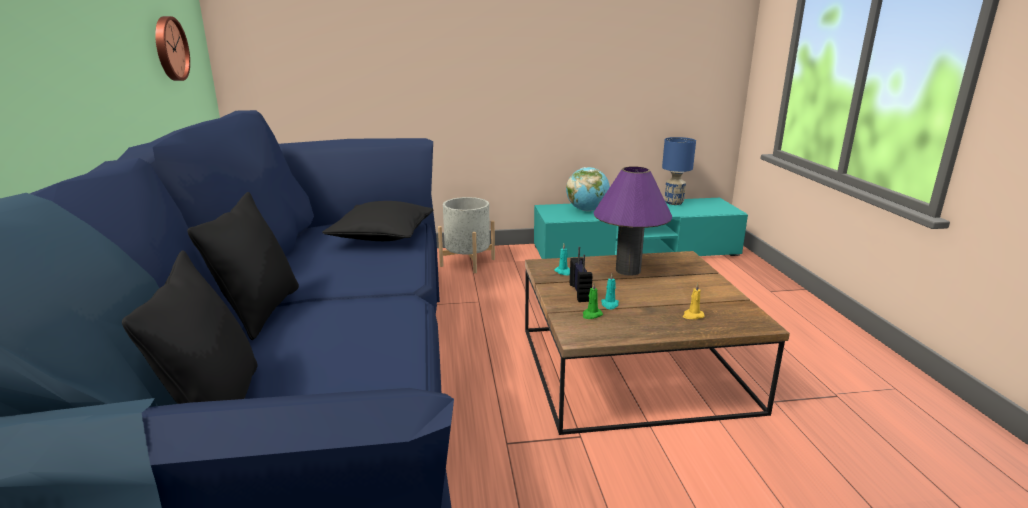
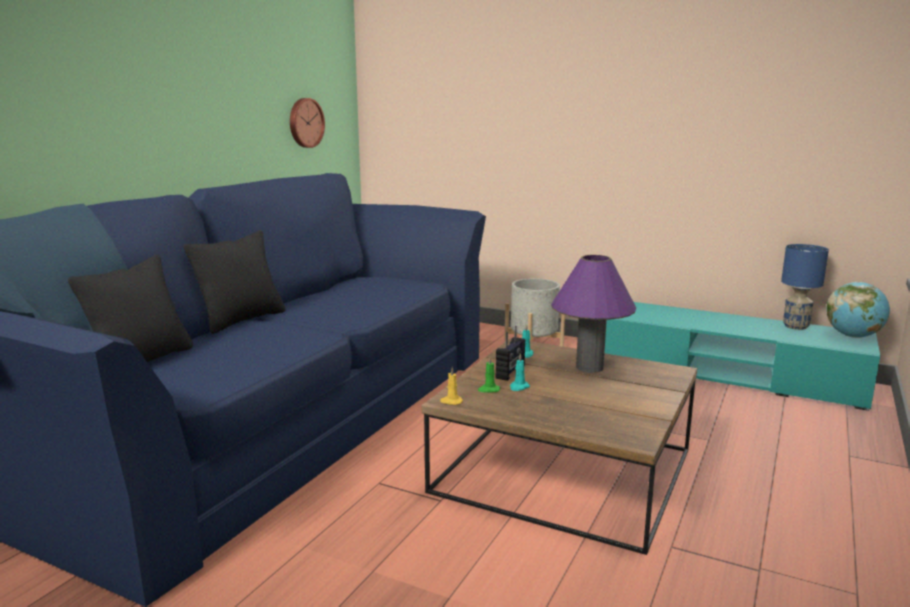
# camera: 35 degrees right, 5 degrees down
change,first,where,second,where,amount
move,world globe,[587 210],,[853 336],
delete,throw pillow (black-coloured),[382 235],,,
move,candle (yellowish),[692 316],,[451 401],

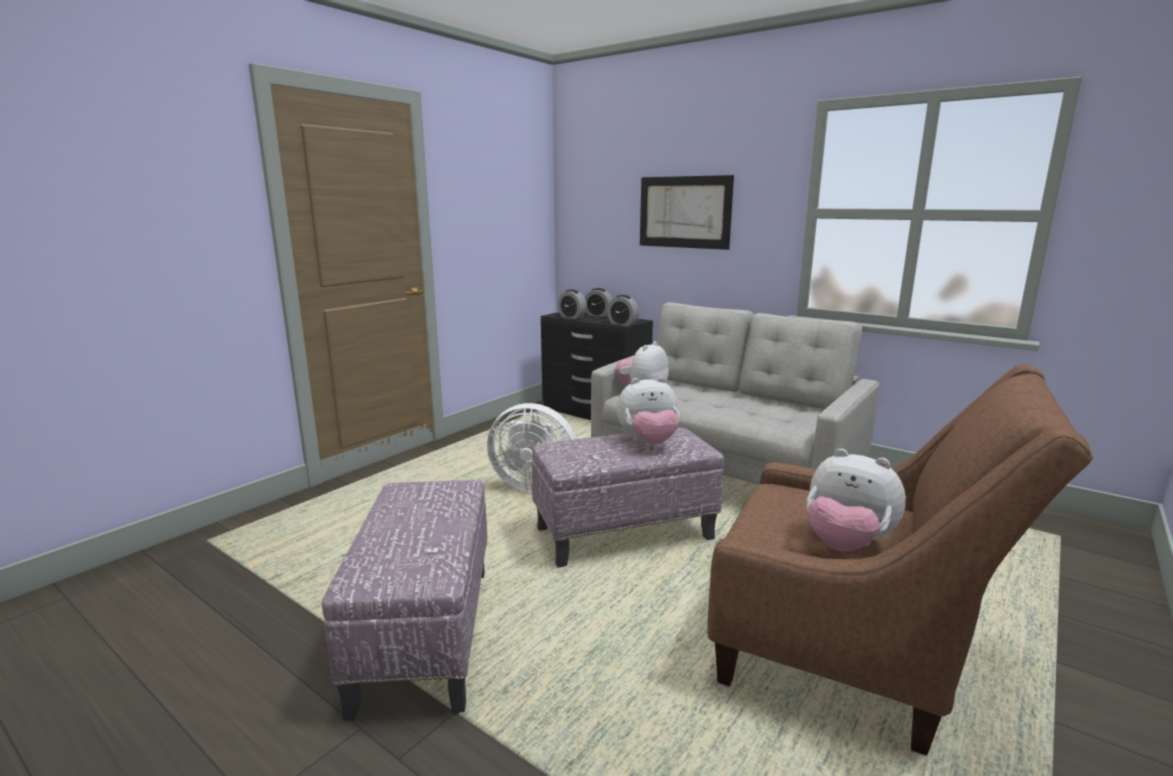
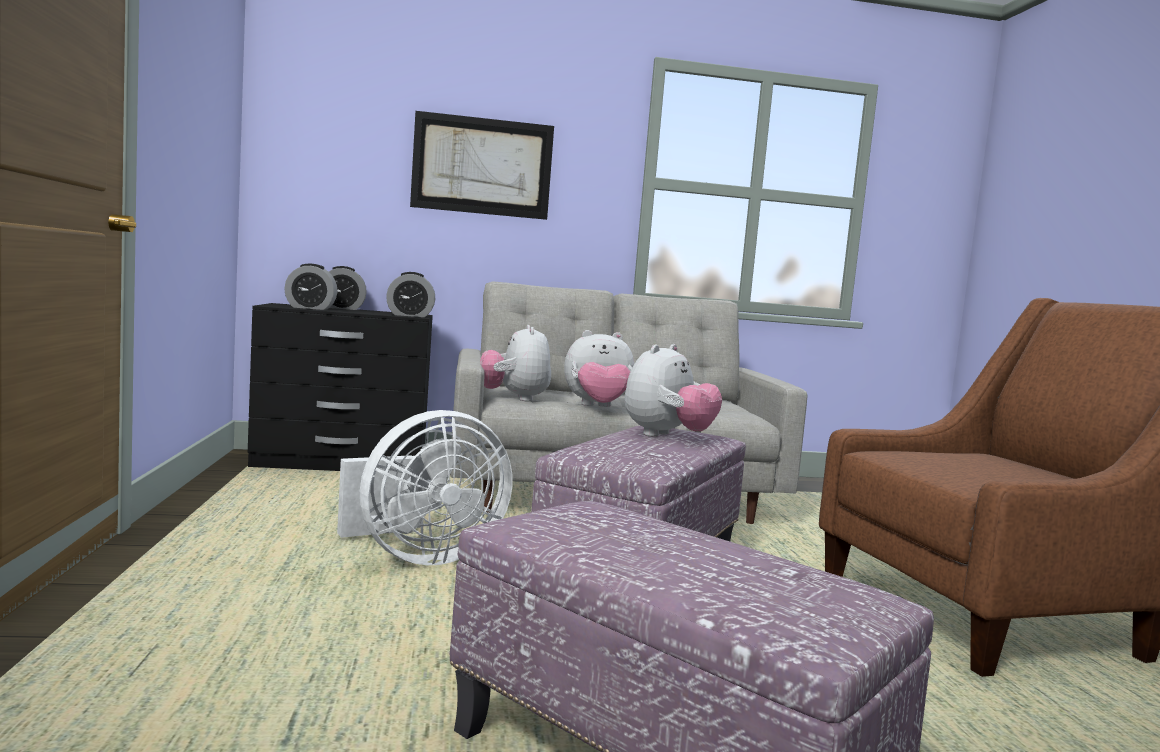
# camera: 45 degrees left, 10 degrees down
change,first,where,second,where,amount
move,plush toy,[846 545],,[597 407],

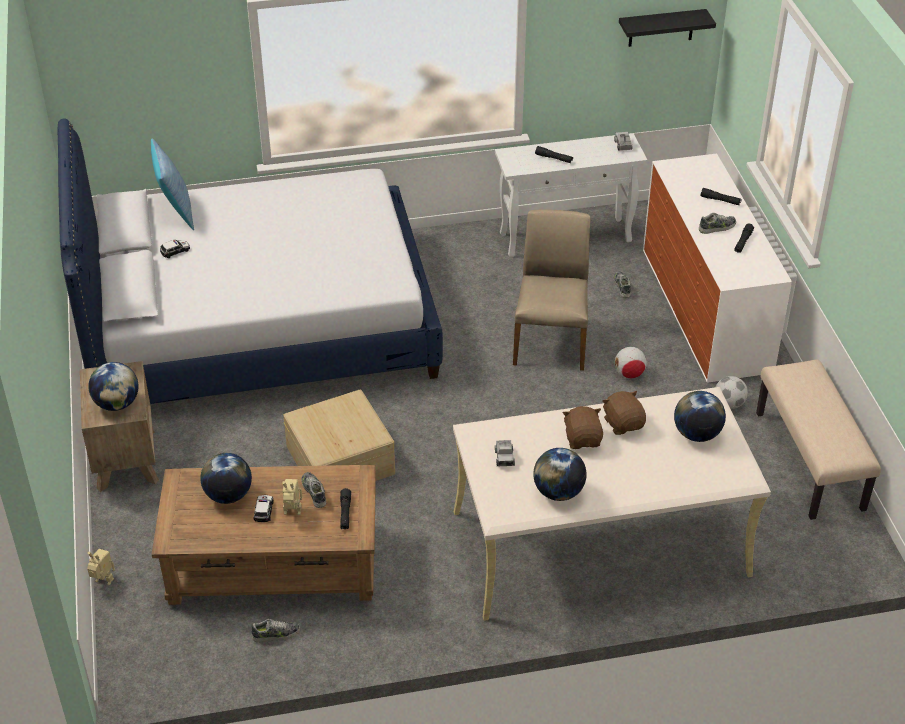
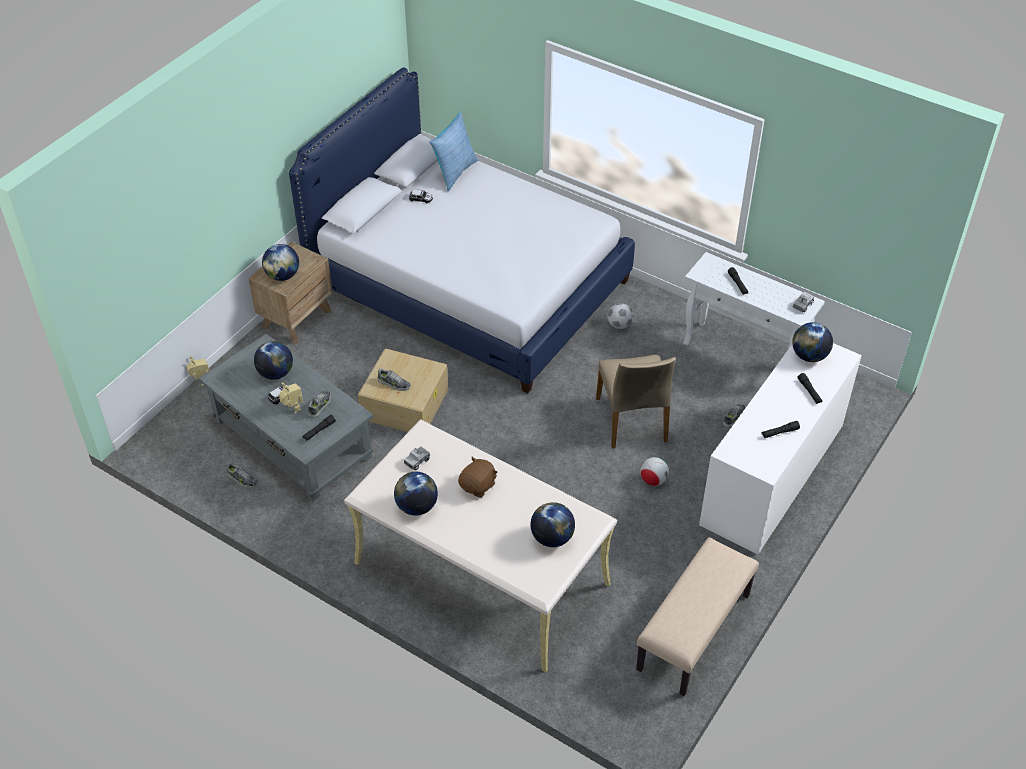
# camera: 45 degrees right, 5 degrees up
change,first,where,second,where,amount
delete,bracket shelf (black-coloured),[661 28],,,
rotate,chair (beige),[550 340],,[632 420],120 degrees clockwise
move,low shoe,[717 227],,[394 384],
move,ball for football,[729 404],,[619 325],
delete,plush toy (brown),[623 423],,,
recolor,lounge table (brown),[272 563],lounge table (gray),[291 437],
insert,,,world globe,[809 356],

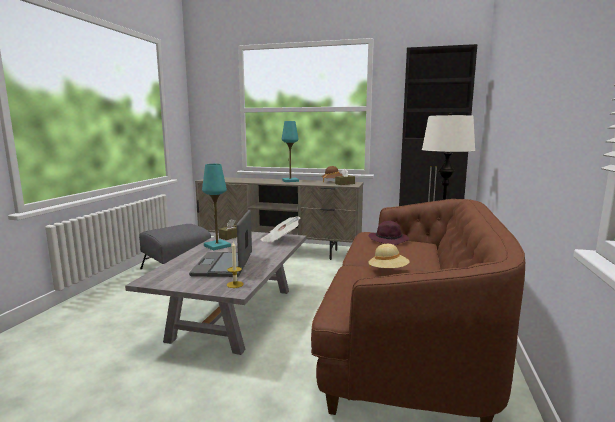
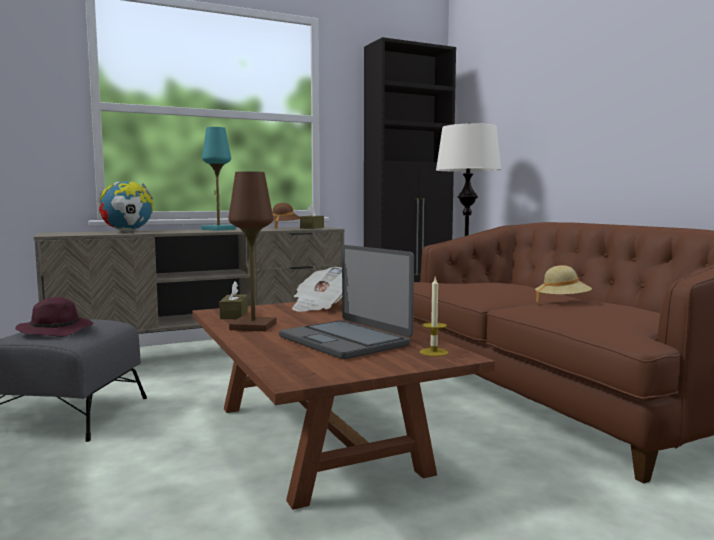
# camera: 40 degrees left, 5 degrees down
change,first,where,second,where,amount
recolor,table lamp (turquoise),[217 246],table lamp (brown),[253 326],
move,clothing hat (purple),[389 240],,[57 330],
recolor,lounge table (gray),[235 313],lounge table (brown),[317 437],
insert,,,world globe,[127 231],

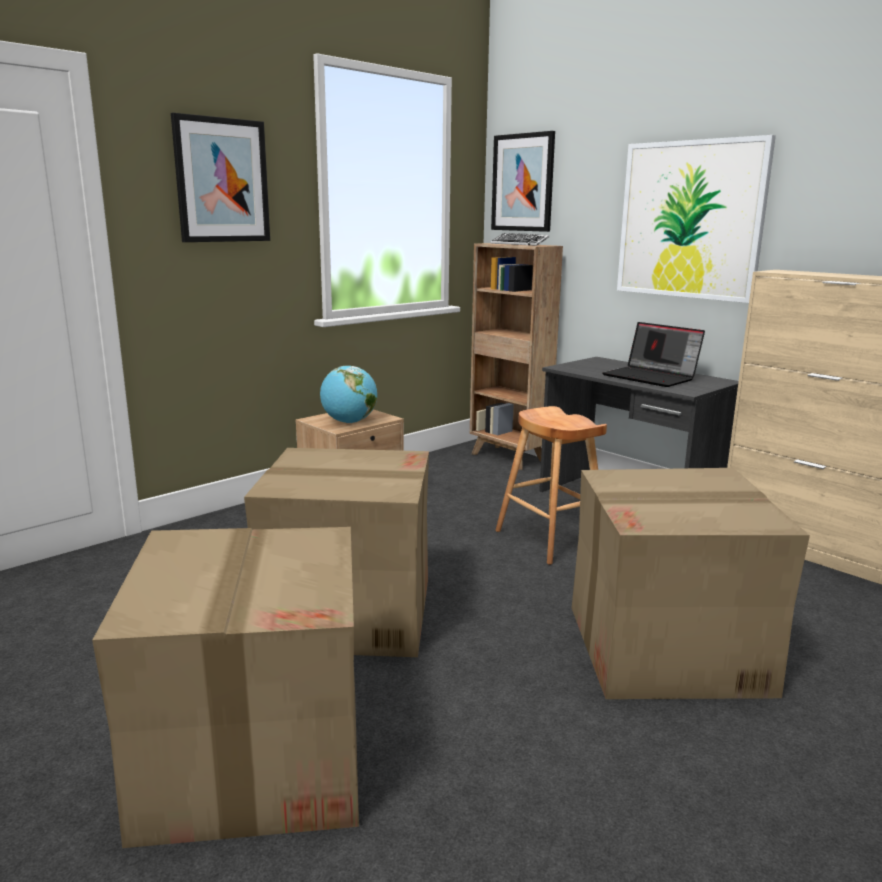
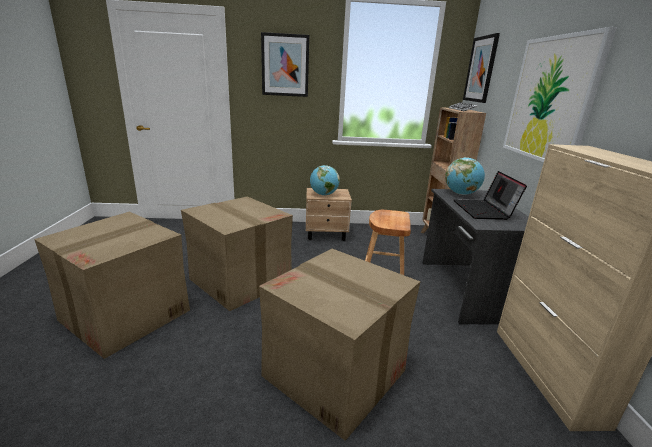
# camera: 40 degrees right, 5 degrees up
change,first,where,second,where,amount
insert,,,world globe,[461 194],

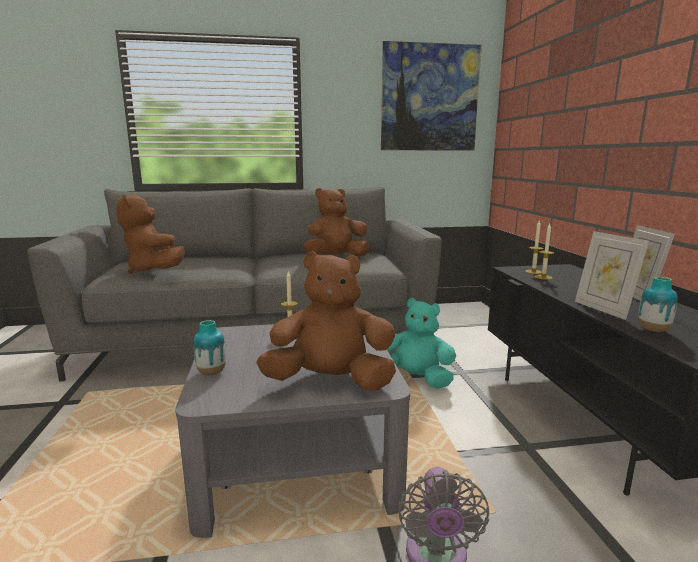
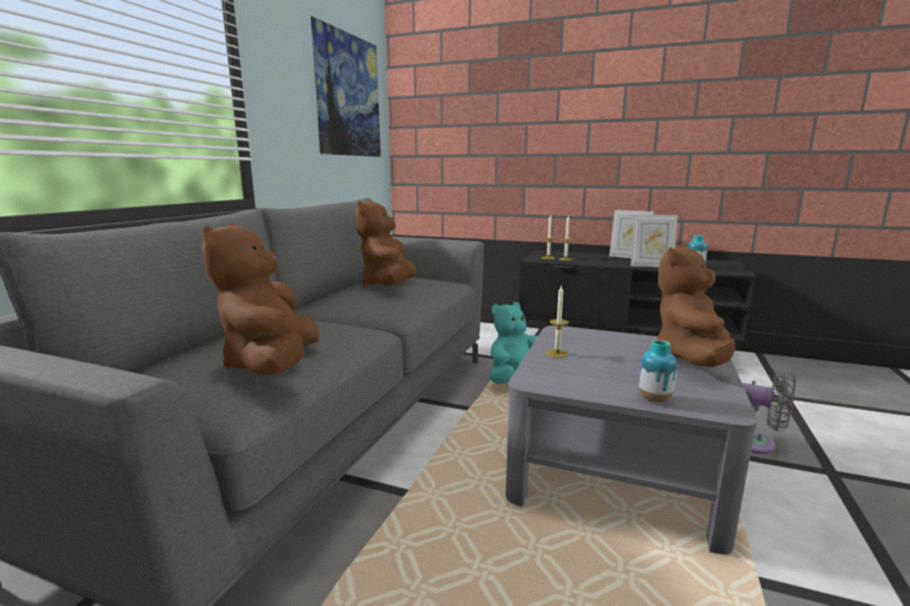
# camera: 60 degrees left, 0 degrees up
change,first,where,second,where,amount
rotate,plush toy (brown),[154 270],,[272 365],90 degrees clockwise

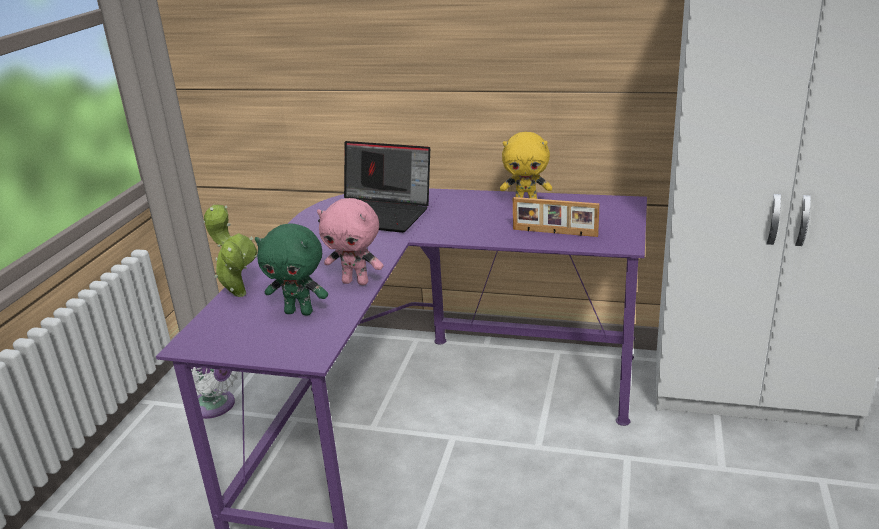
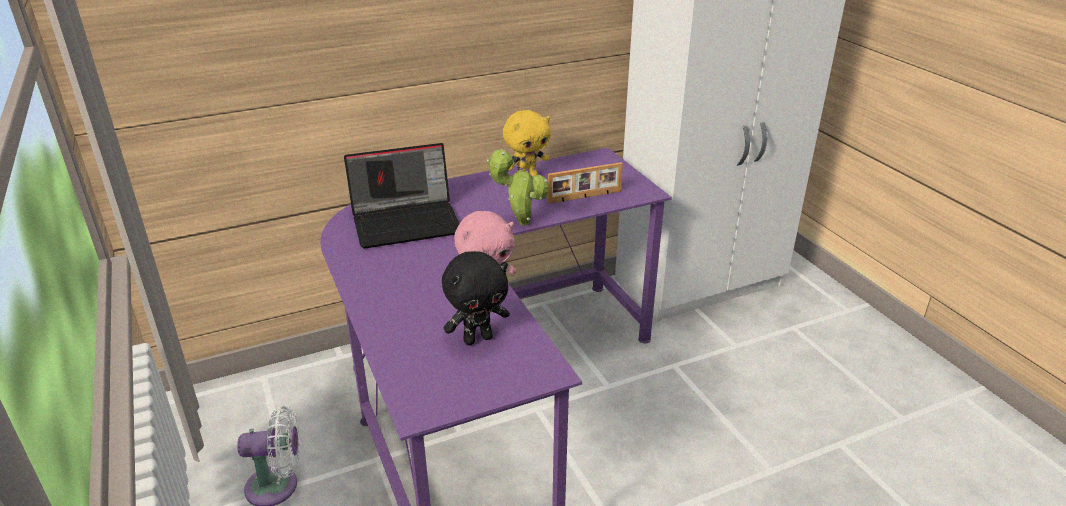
# camera: 40 degrees left, 5 degrees up
change,first,where,second,where,amount
move,potted plant,[238 292],,[520 222],
recolor,plush toy (green),[300 312],plush toy (black-coloured),[478 338],

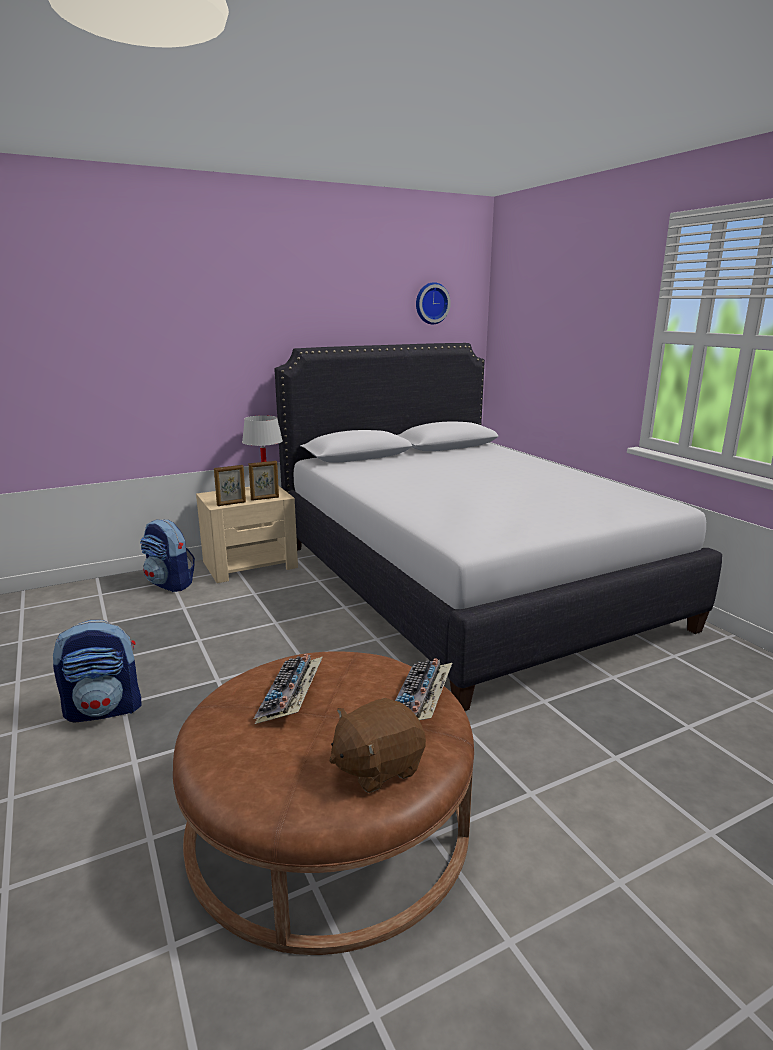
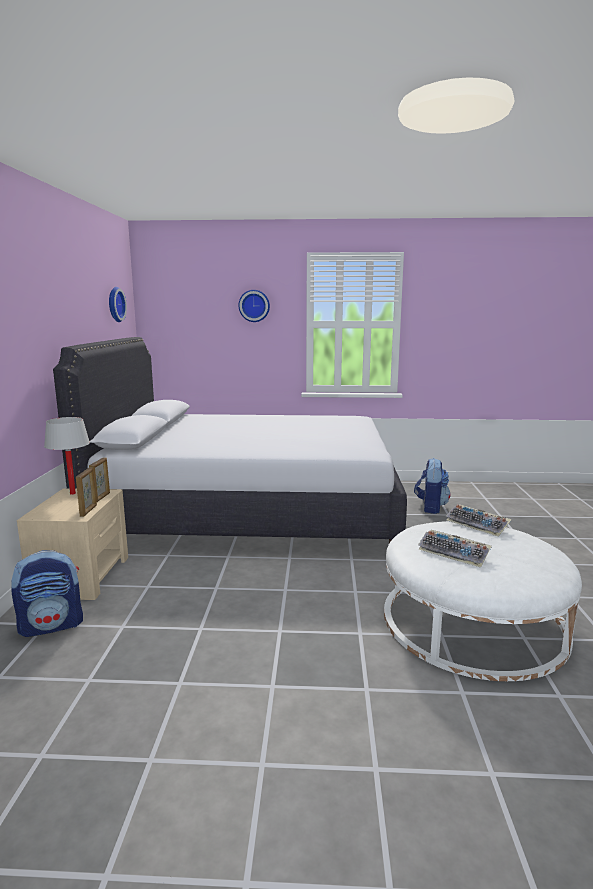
# camera: 60 degrees left, 5 degrees down
change,first,where,second,where,amount
move,backpack,[105 709],,[430 507],
recolor,pouffe (brown),[329 820],pouffe (whitish),[473 621],
delete,plush toy (brown),[377 766],,,
insert,,,hanging clock,[254 306],

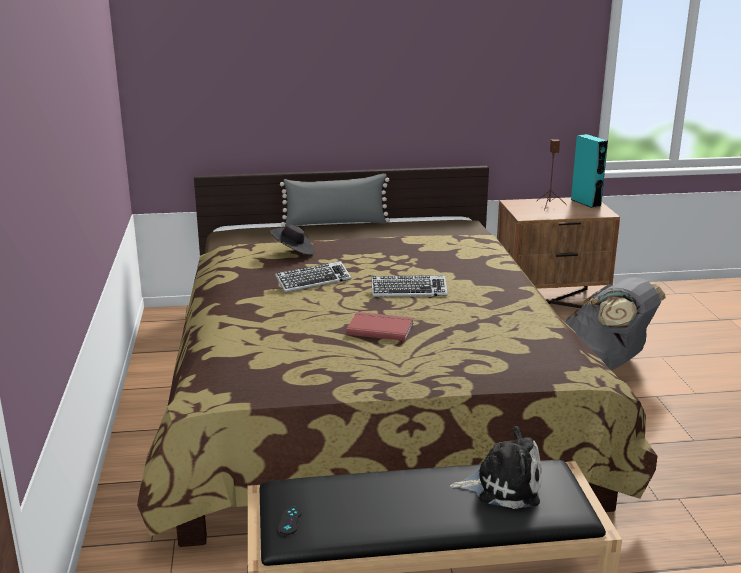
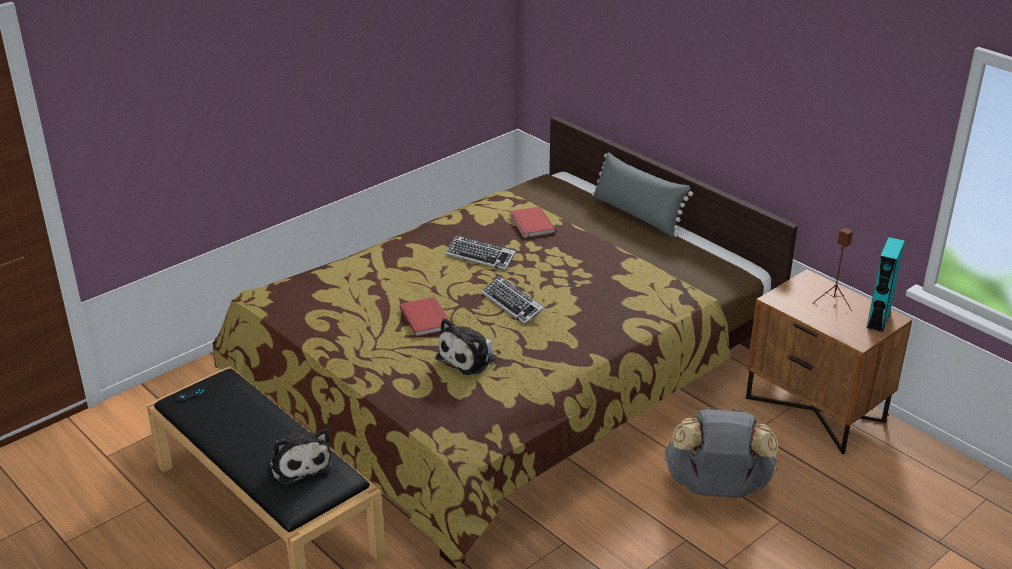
# camera: 55 degrees right, 10 degrees up
change,first,where,second,where,amount
replace,clothing hat (black-coloured),[293 252],bound book (red),[530 224],
insert,,,plush toy,[469 358],

